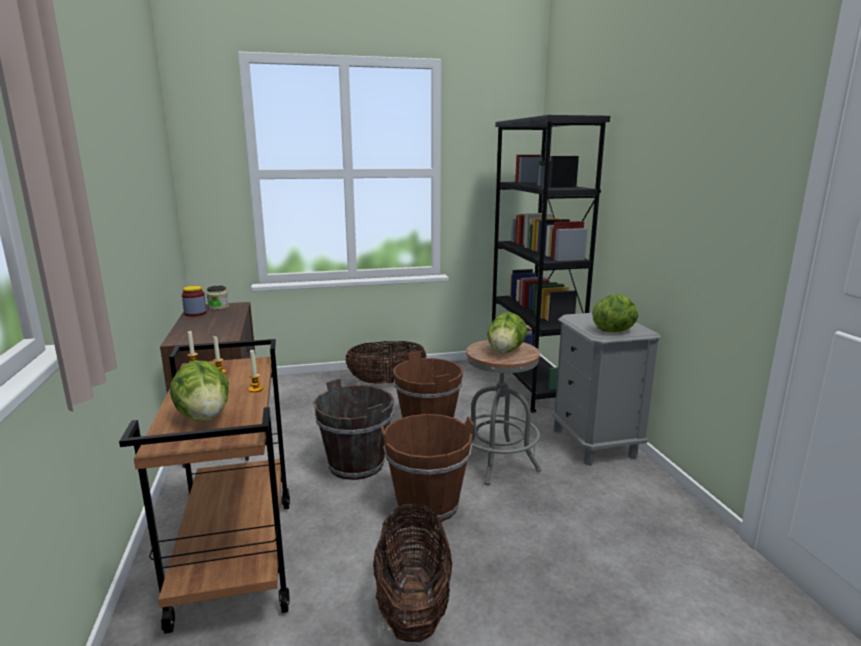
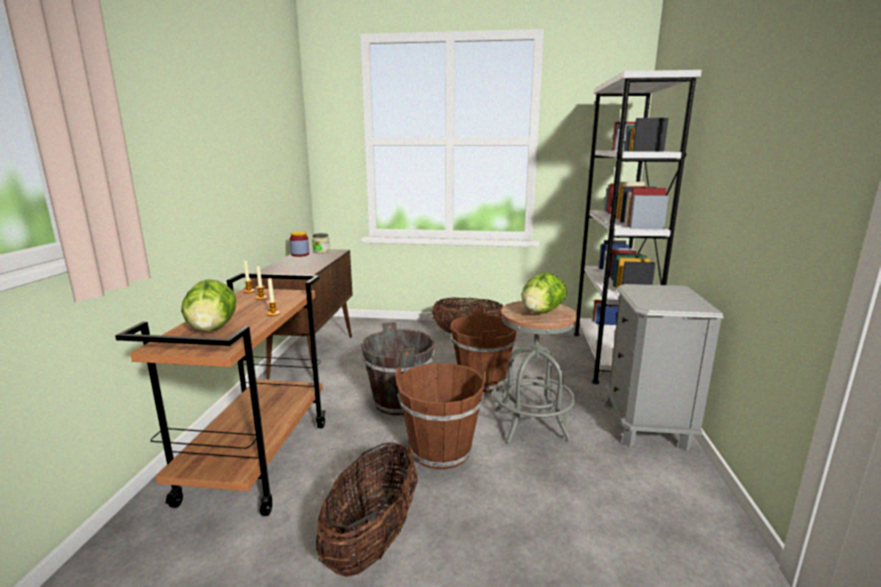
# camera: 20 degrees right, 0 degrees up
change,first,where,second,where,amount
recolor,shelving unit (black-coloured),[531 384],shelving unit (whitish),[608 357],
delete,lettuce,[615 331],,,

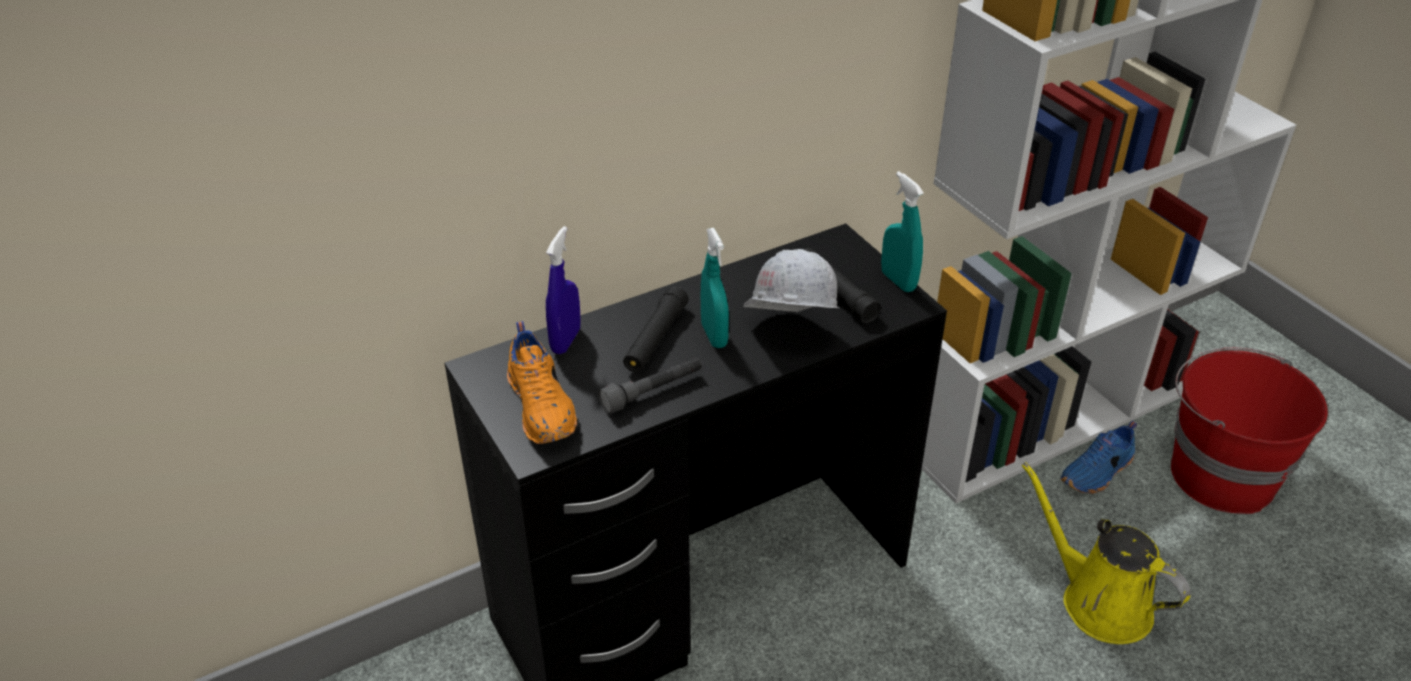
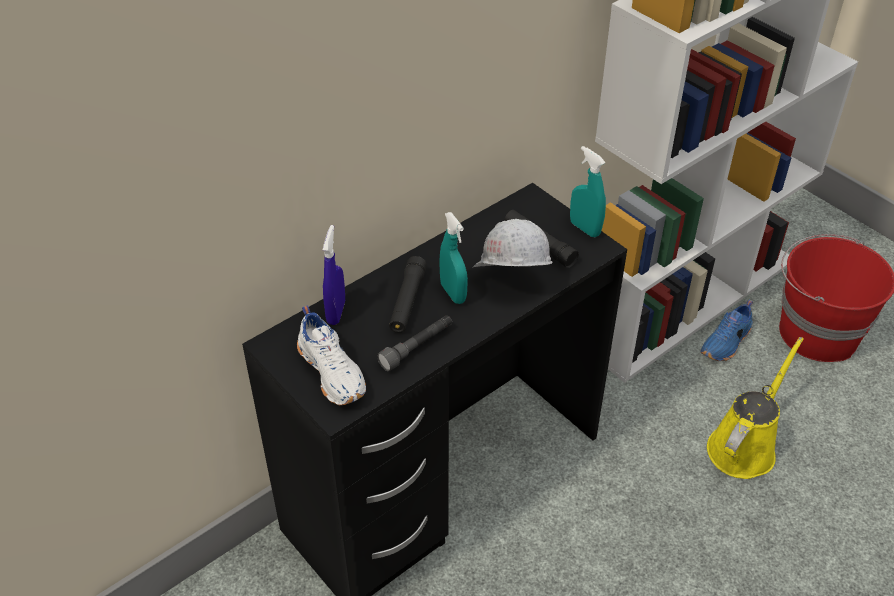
# camera: 10 degrees left, 5 degrees up
change,first,where,second,where,amount
recolor,low shoe (orange-coloured),[543 406],low shoe (whitish),[333 372],
rotate,watering pot (yellowish),[1098 602],,[744 446],90 degrees clockwise

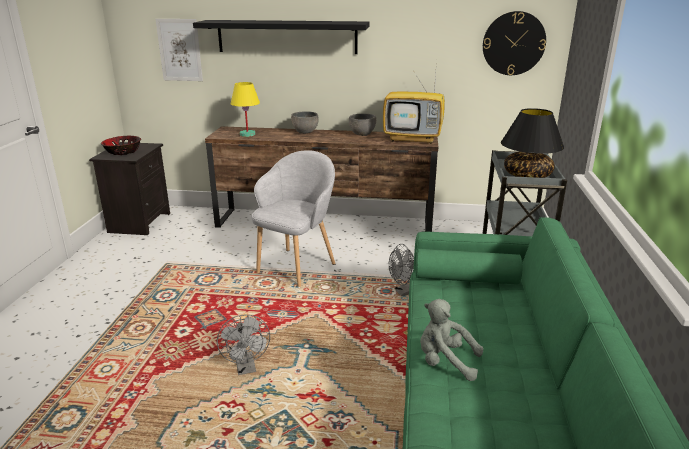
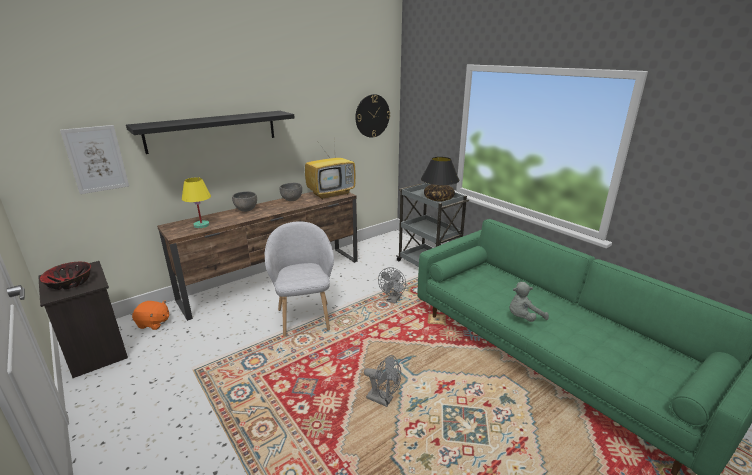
# camera: 45 degrees left, 0 degrees up
change,first,where,second,where,amount
insert,,,plush toy (orange-coloured),[153 323],

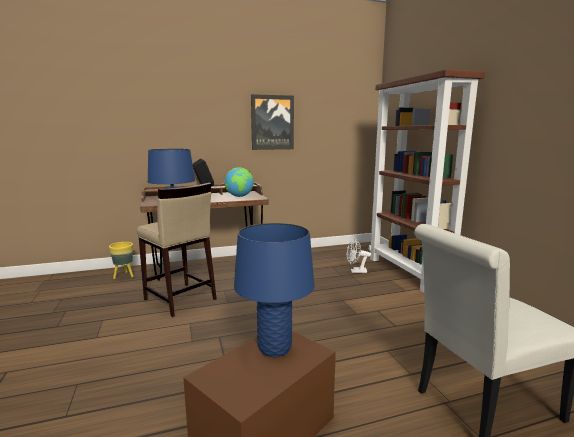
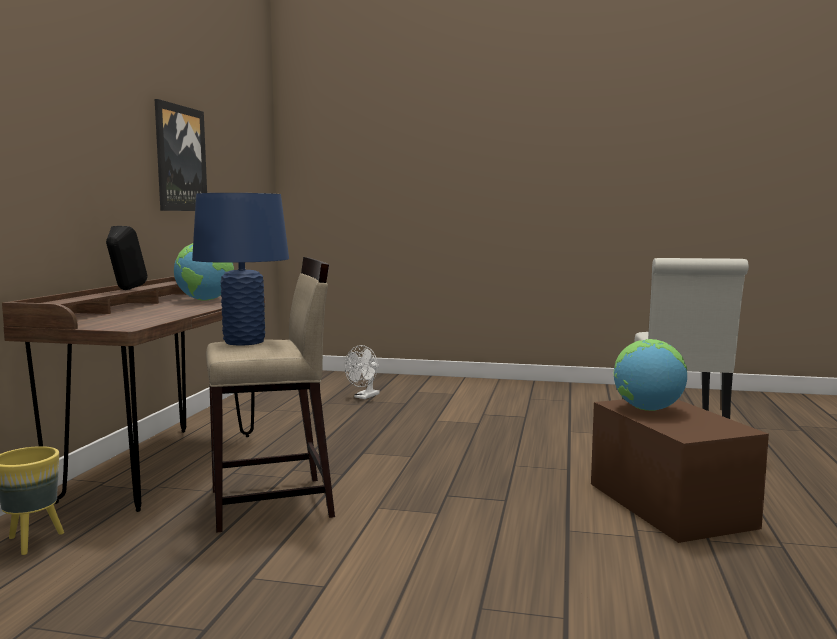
# camera: 60 degrees left, 5 degrees down
change,first,where,second,where,amount
delete,shelving unit (brown),[409 272],,,
replace,table lamp (bluish),[275 348],world globe,[647 409],

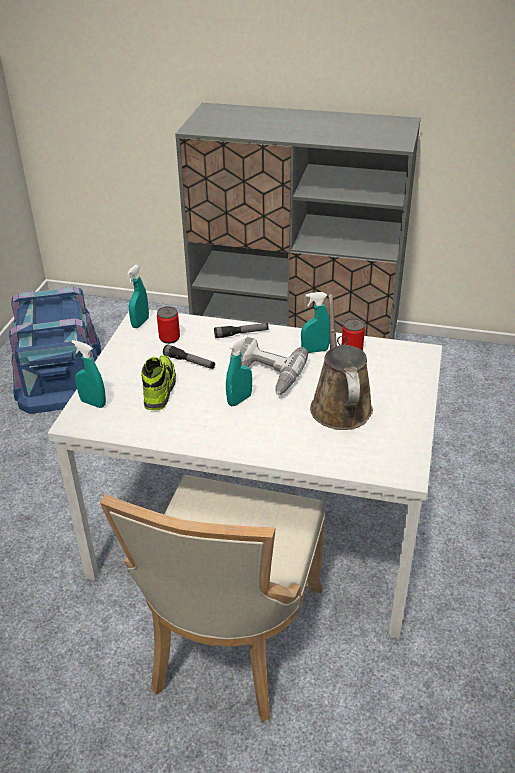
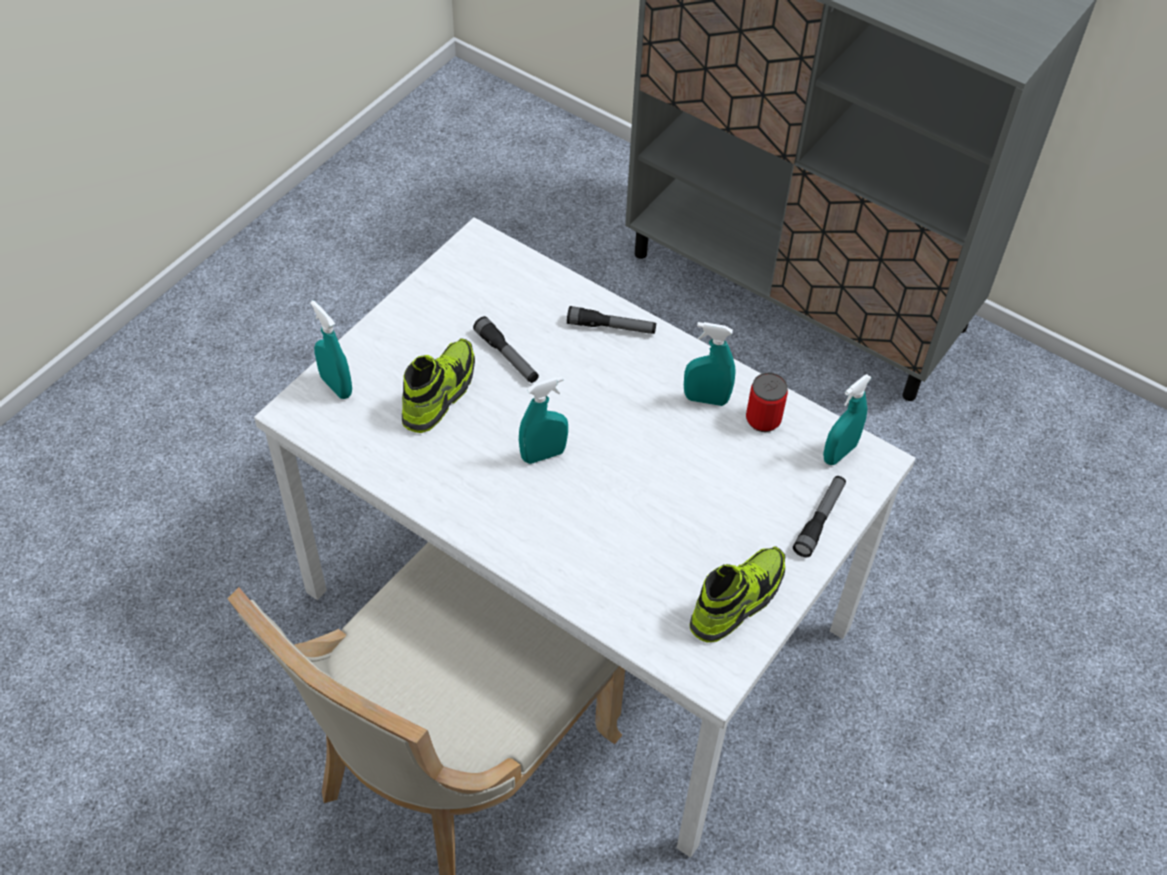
# camera: 20 degrees right, 15 degrees up
change,first,where,second,where,amount
move,hand sprayer (turquoise),[140 323],,[839 453],
delete,storage container (bluish),[58 372],,,
delete,watering pot (brown),[339 404],,,
delete,sealed can,[169 338],,,
delete,power drill,[264 374],,,
insert,,,torch,[819 520],
insert,,,low shoe,[736 600],

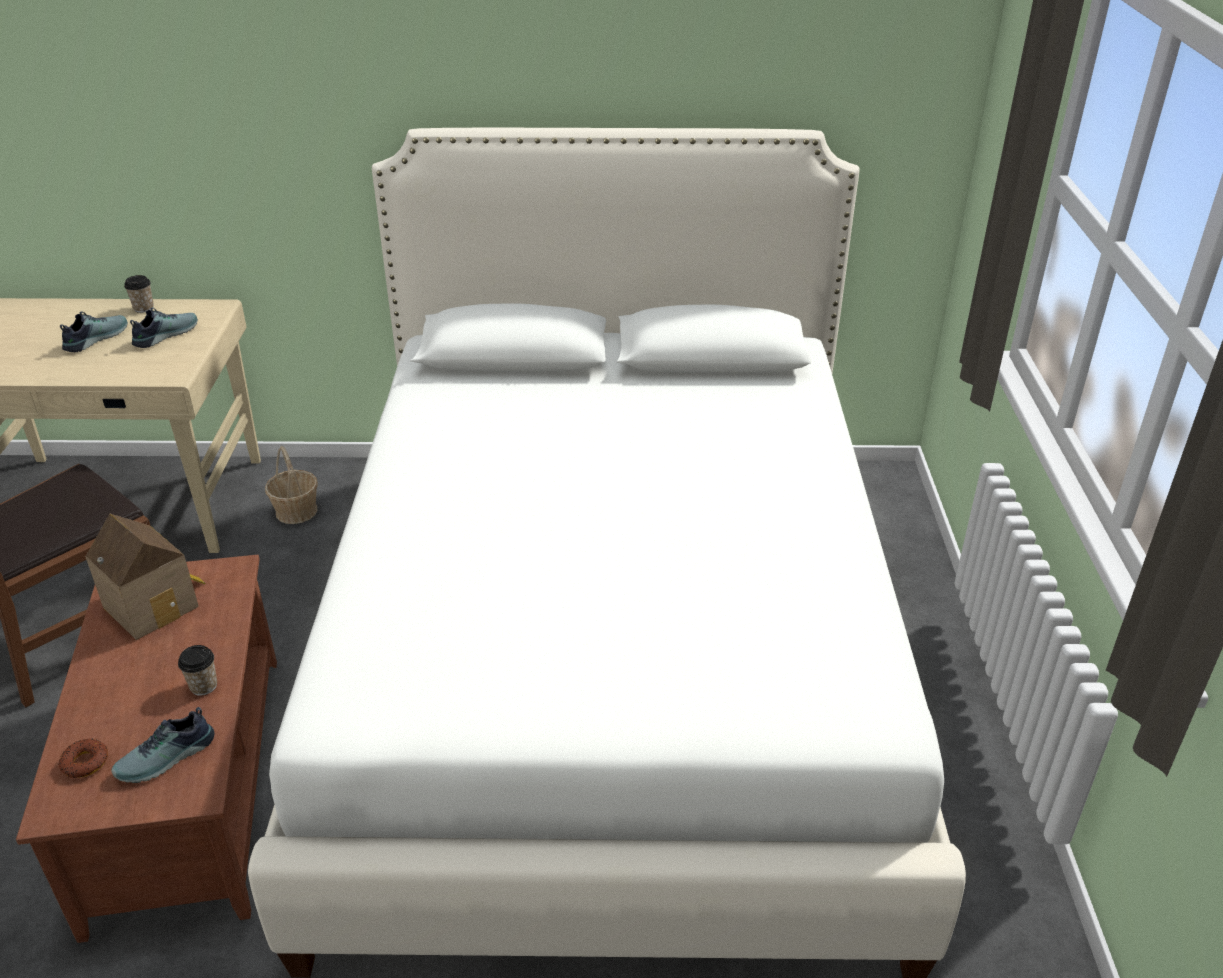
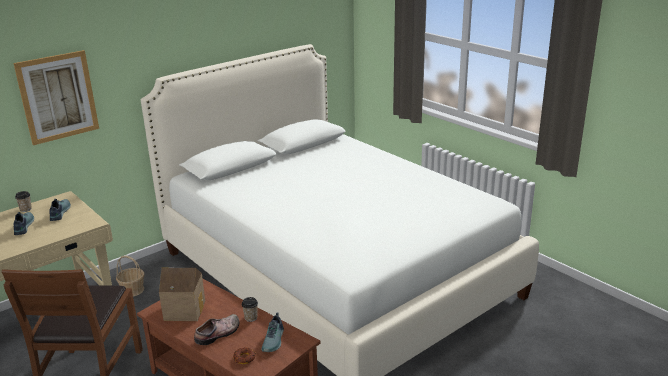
# camera: 40 degrees left, 10 degrees down
change,first,where,second,where,amount
insert,,,wall picture,[58 97],
insert,,,low shoe,[219 334],

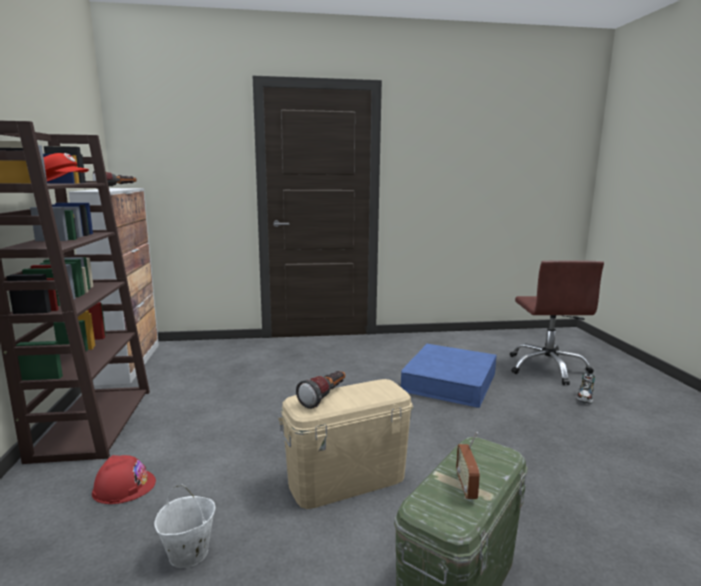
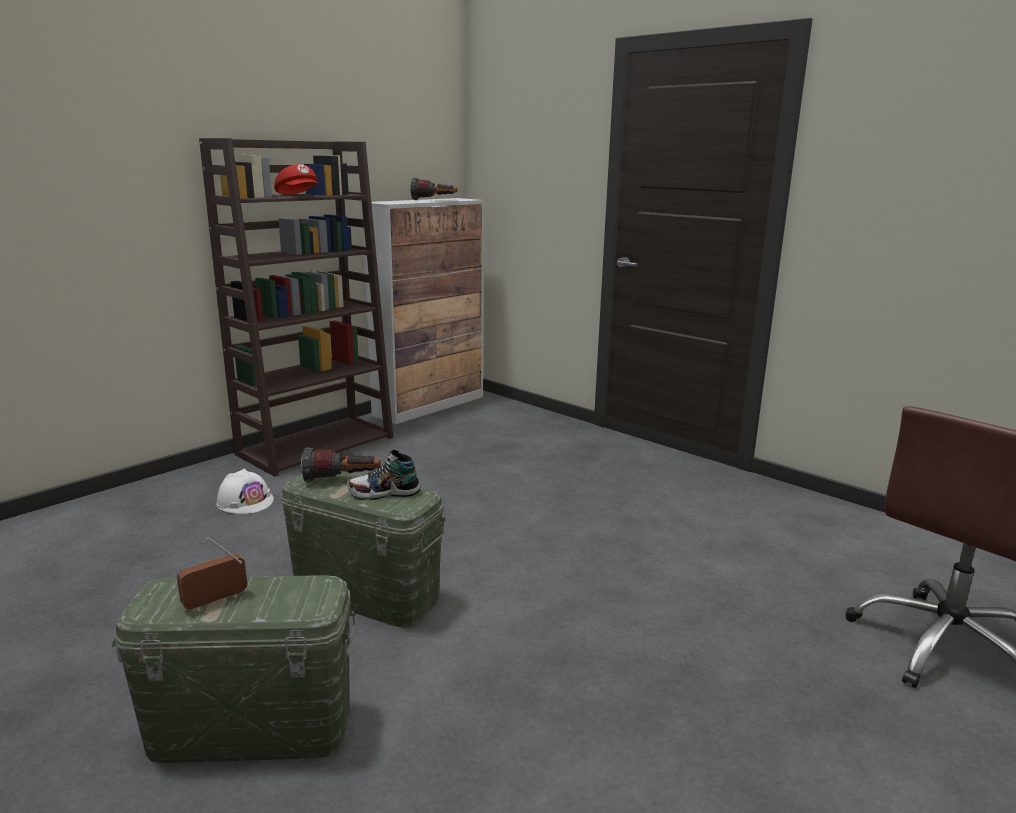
# camera: 50 degrees right, 5 degrees up
change,first,where,second,where,amount
delete,storage container (bluish),[449 382],,,
move,low shoe,[585 397],,[384 493],
recolor,storage container (beige),[346 480],storage container (green),[365 594],
recolor,work helmet (red),[124 486],work helmet (whitish),[245 501],
delete,pail (whitish),[188 554],,,

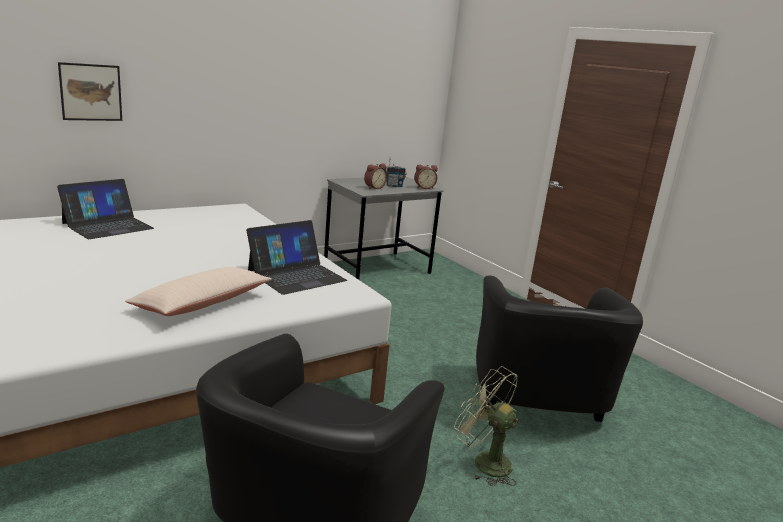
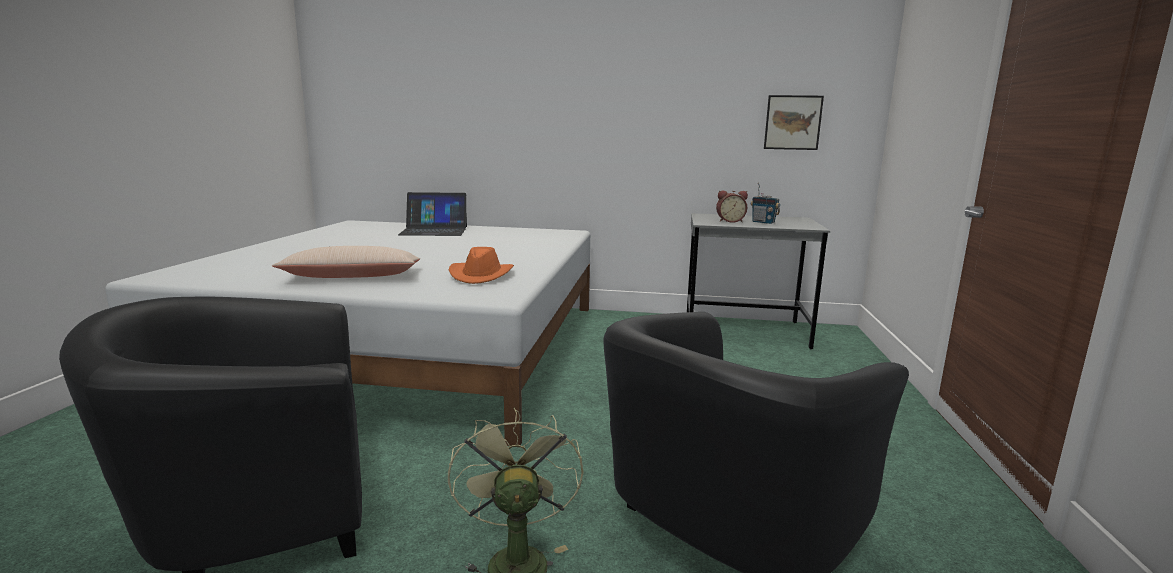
# camera: 45 degrees right, 5 degrees down
change,first,where,second,where,amount
move,wall picture,[91 92],,[792 122],
delete,bedside clock,[424 187],,,
replace,laptop,[296 275],clothing hat (orange-coloured),[481 275],

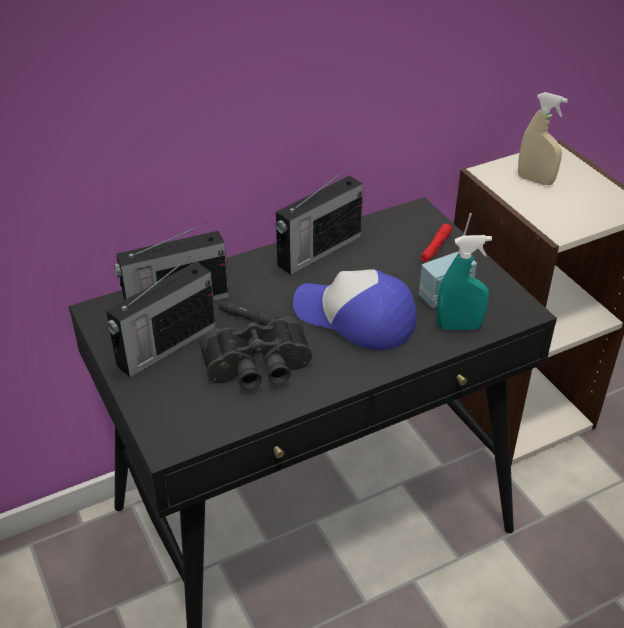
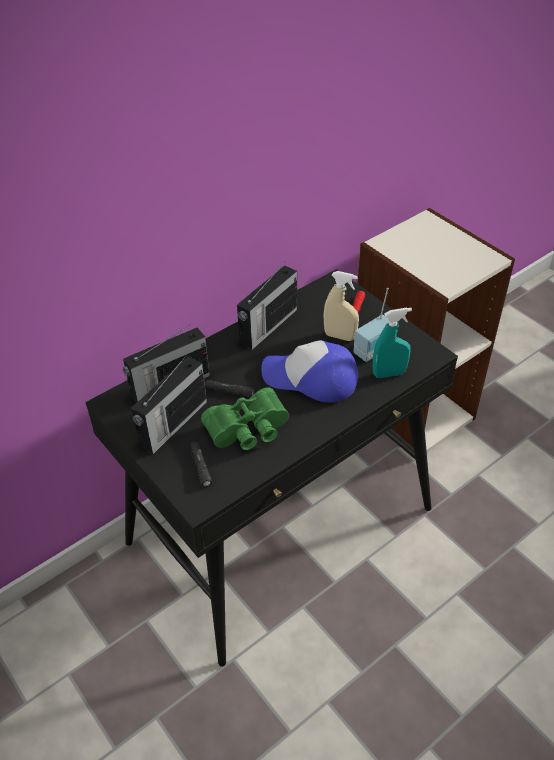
# camera: 10 degrees left, 5 degrees up
change,first,where,second,where,amount
move,hand sprayer (beige),[535 180],,[340 336],
recolor,pair of binoculars (black-coloured),[258 368],pair of binoculars (green),[249 431],
insert,,,torch (black-coloured),[200 466],

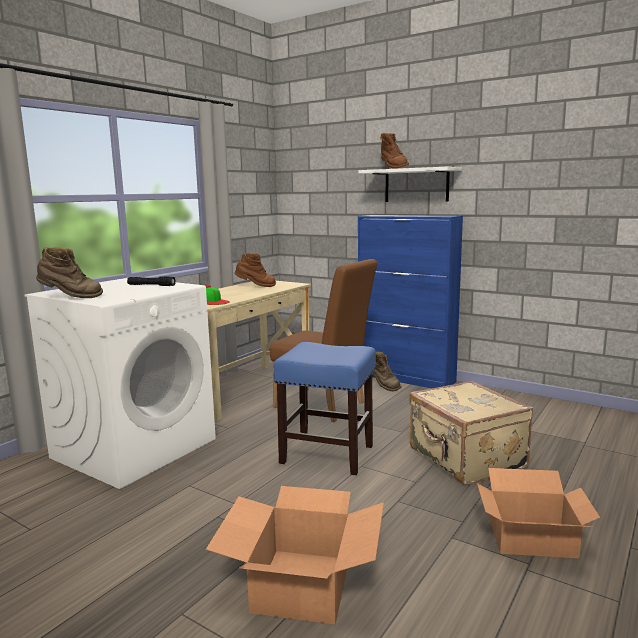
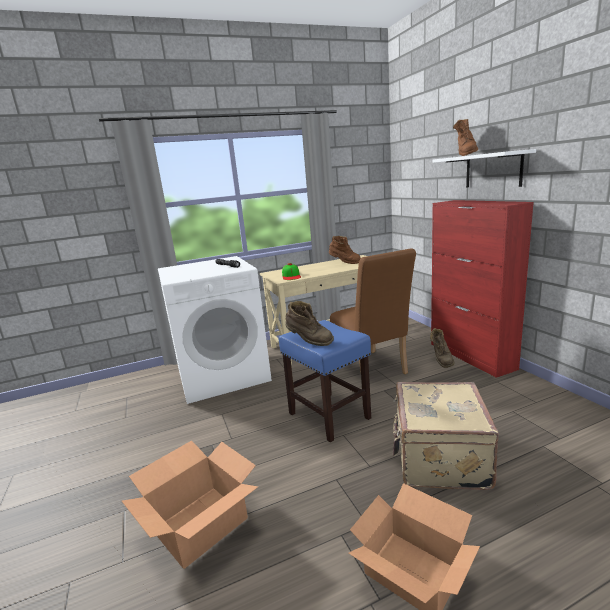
# camera: 35 degrees right, 5 degrees up
change,first,where,second,where,amount
recolor,cabinet (bluish),[406 378],cabinet (red),[471 356],
move,high-top boot (brown),[70 297],,[309 341],

